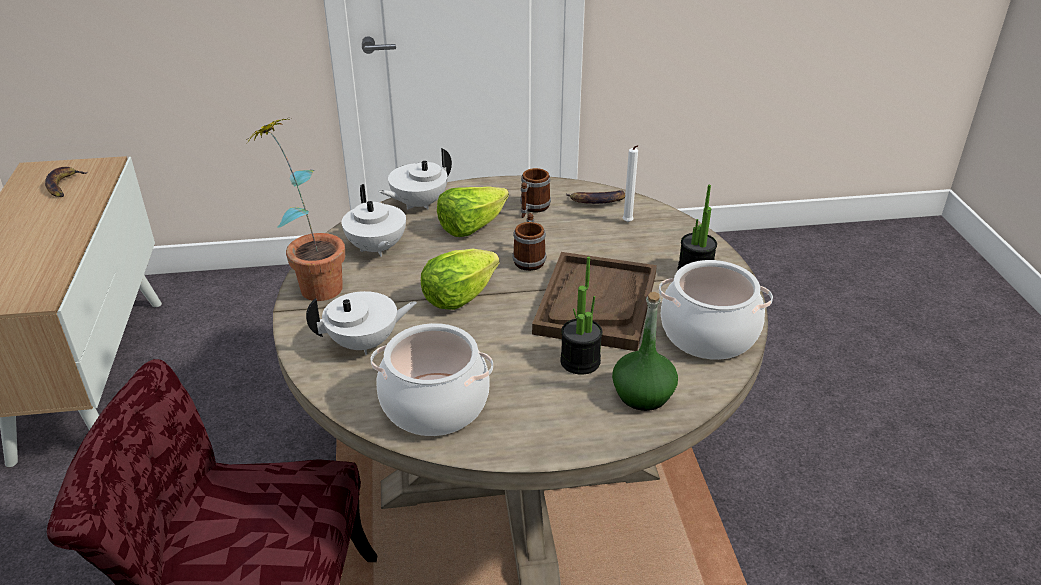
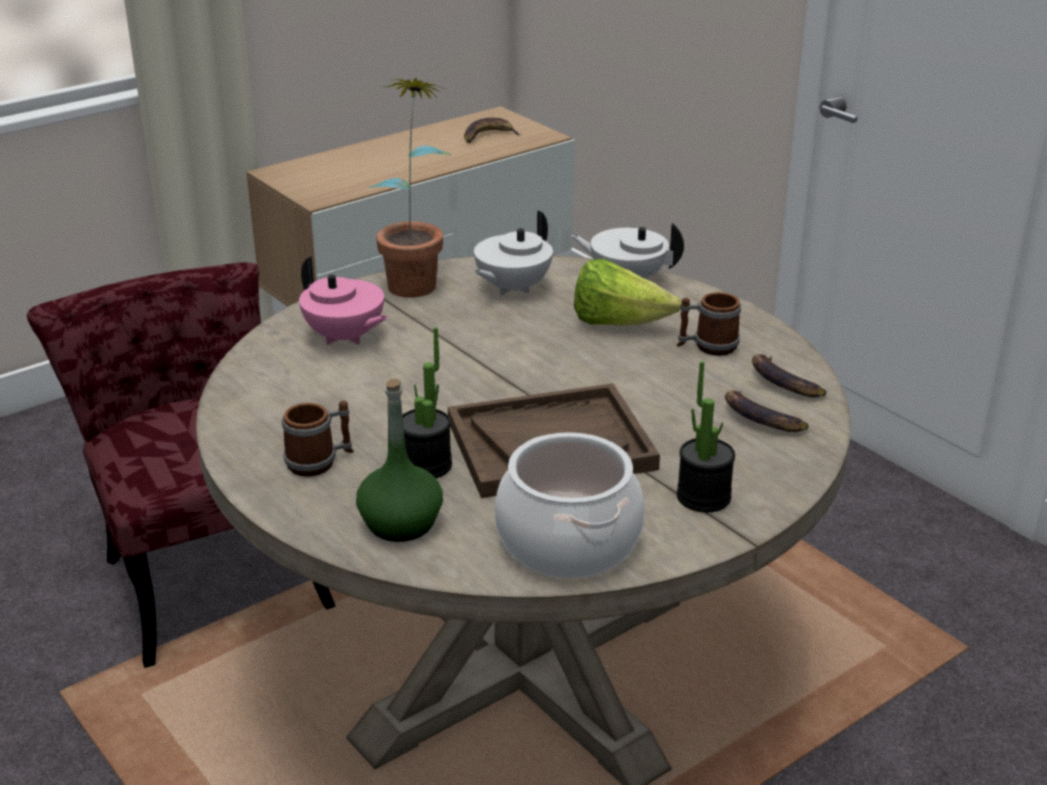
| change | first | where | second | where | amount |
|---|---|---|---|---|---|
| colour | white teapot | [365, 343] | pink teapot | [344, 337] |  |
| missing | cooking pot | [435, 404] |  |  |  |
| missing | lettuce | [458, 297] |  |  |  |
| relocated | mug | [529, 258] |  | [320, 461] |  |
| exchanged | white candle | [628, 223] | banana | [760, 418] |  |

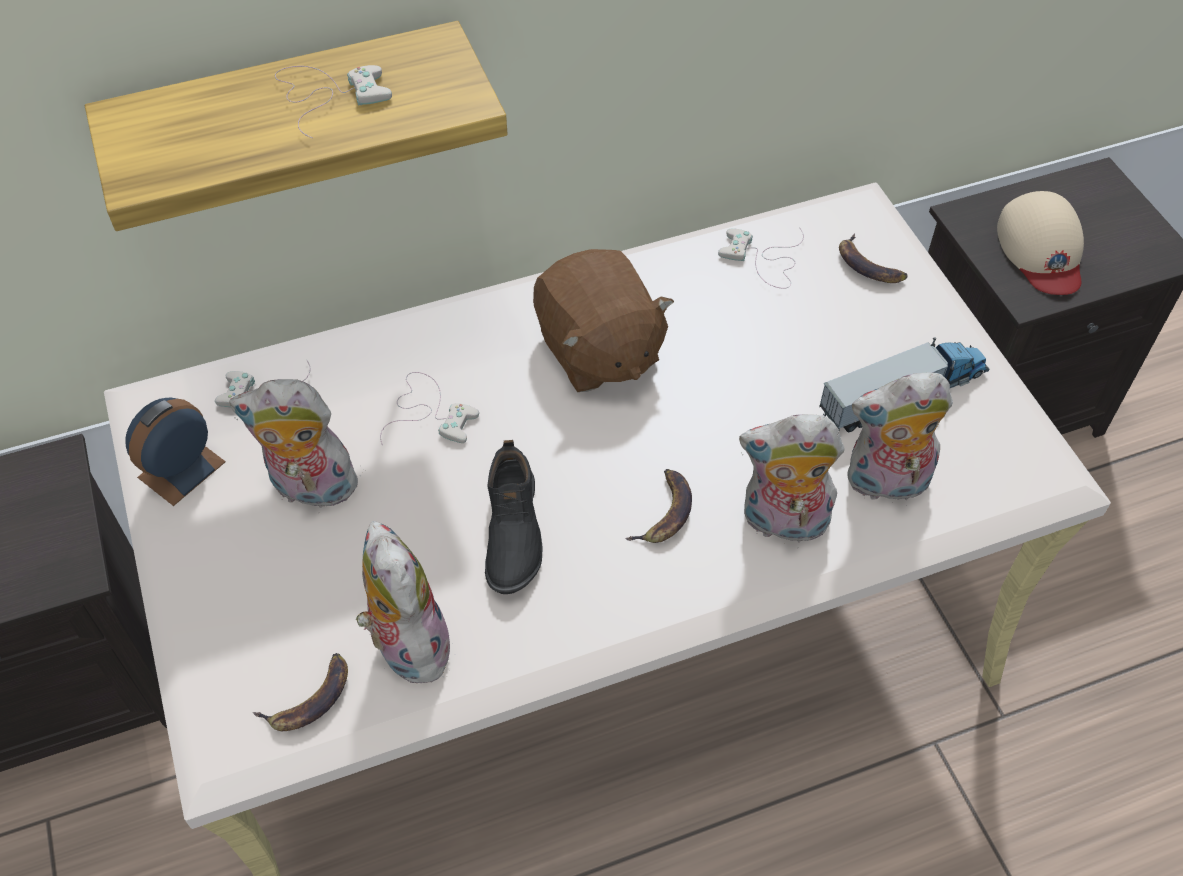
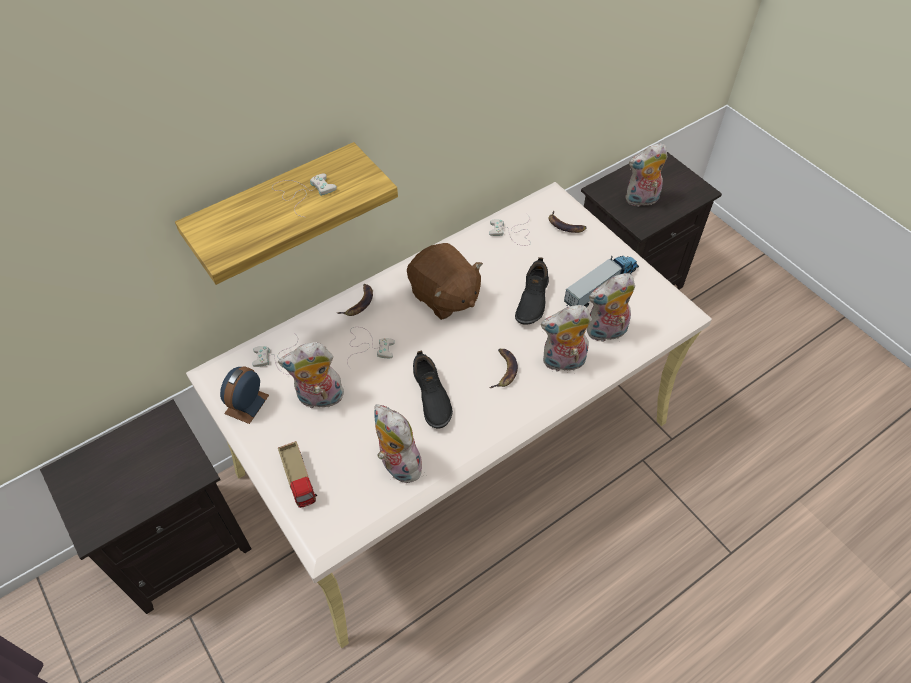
| change | first | where | second | where | amount |
|---|---|---|---|---|---|
| relocated | banana | [310, 698] |  | [359, 303] |  |
| exchanged | beige cap | [1041, 250] | plush toy | [641, 200] |  |
| appeared |  |  | toy truck | [300, 480] |  |
| appeared |  |  | black shoe | [531, 300] |  |

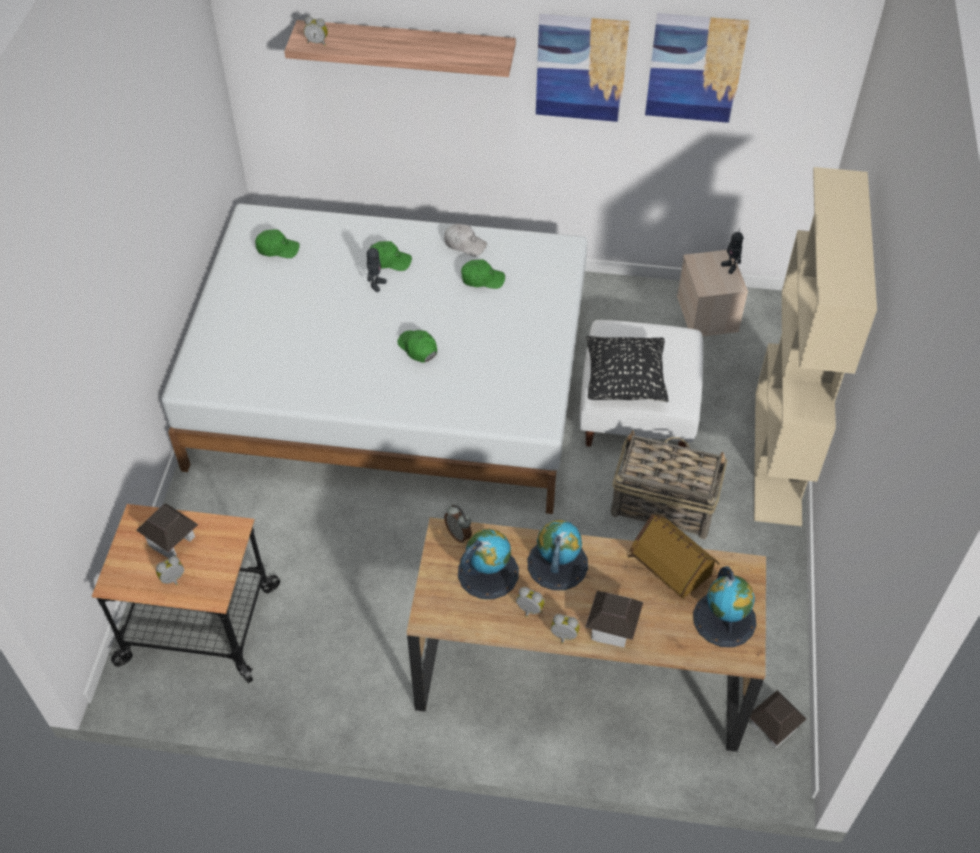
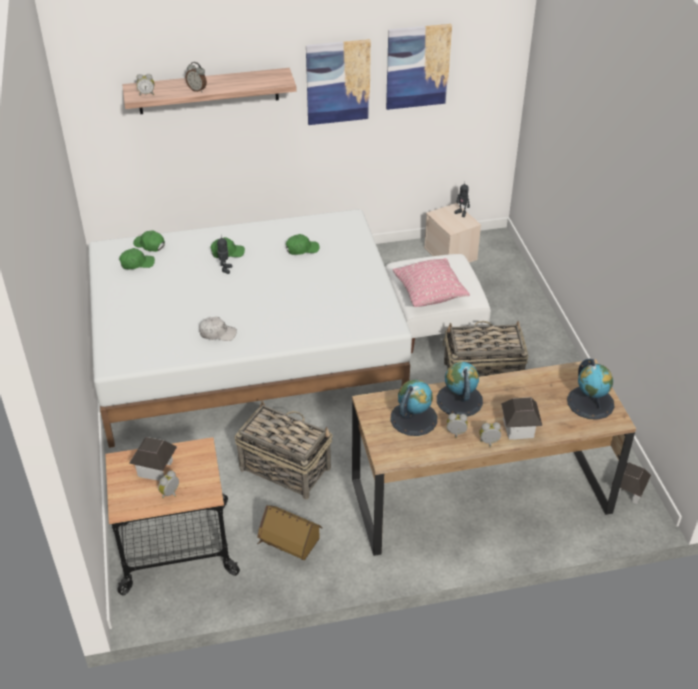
| change | first | where | second | where | amount |
|---|---|---|---|---|---|
| relocated | green cap | [417, 348] |  | [149, 245] |  |
| relocated | white cap | [465, 244] |  | [217, 333] |  |
| relocated | alarm clock | [459, 534] |  | [197, 89] |  |
| colour | black pillow | [624, 383] | pink pillow | [429, 295] |  |
| relocated | toy house | [669, 573] |  | [290, 546] |  |
| missing | beige bookcase | [778, 457] |  |  |  |
| appeared |  |  | basket | [284, 468] |  |

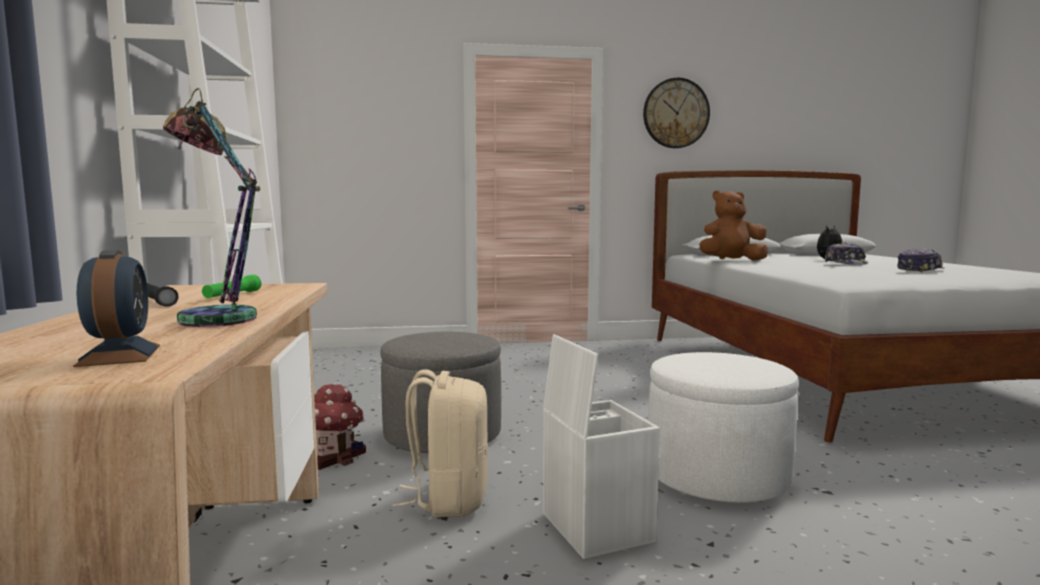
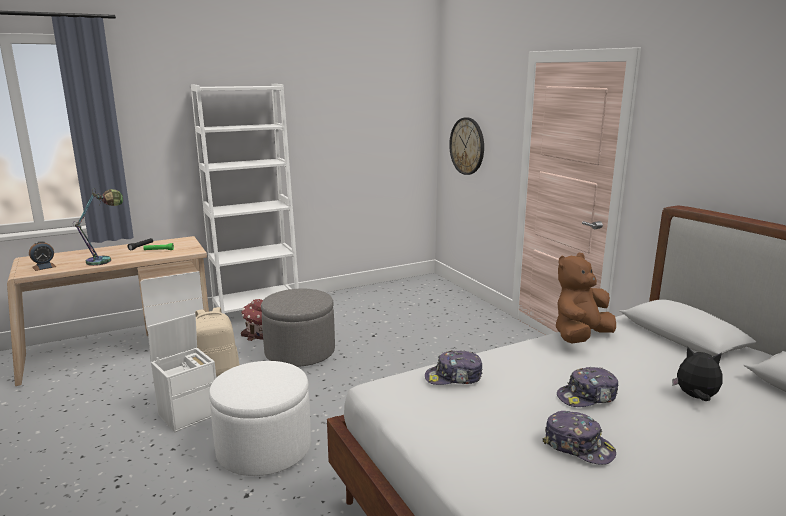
| change | first | where | second | where | amount |
|---|---|---|---|---|---|
| relocated | wall clock | [676, 113] |  | [467, 146] |  |
| spun | brown plush toy | [731, 260] |  | [580, 337] | 105 degrees counterclockwise |
| appeared |  |  | cap | [454, 377] |  |

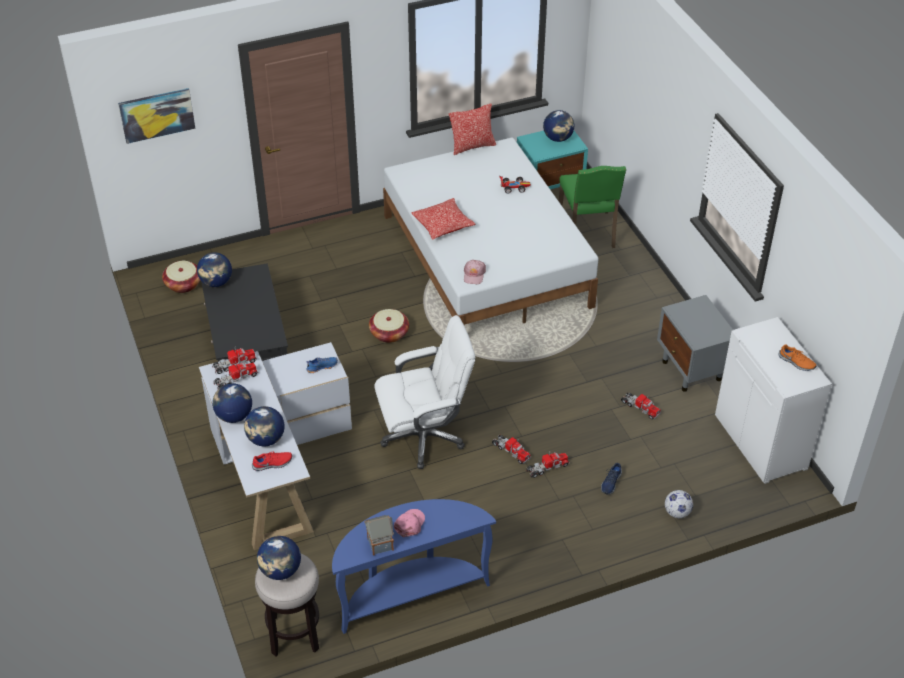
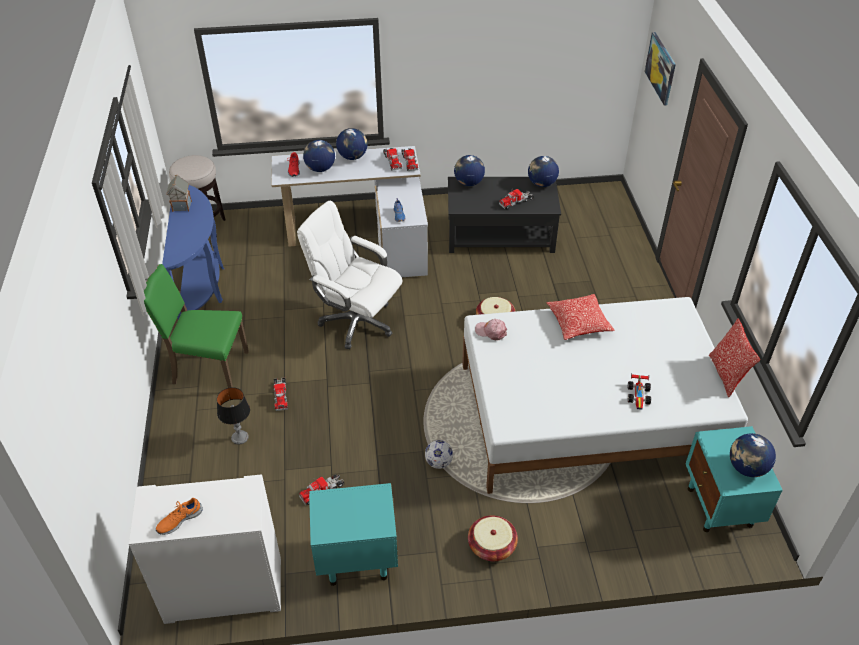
| change | first | where | second | where | amount |
|---|---|---|---|---|---|
| relocated | basket | [183, 284] |  | [491, 546] |  |
| relocated | globe | [280, 571] |  | [468, 183] |  |
| spun | white office chair | [424, 436] |  | [356, 322] | 120 degrees clockwise |
| missing | pink cap | [410, 524] |  |  |  |
| relocated | toy truck | [511, 451] |  | [516, 202] |  |
| relocated | green chair | [588, 232] |  | [208, 368] |  |
| exchanged | blue shoe | [610, 482] | table lamp | [240, 438] |  |
| colour | grey nightstand | [692, 371] | turquoise nightstand | [356, 559] |  |
| relocated | football | [677, 513] |  | [438, 463] |  |

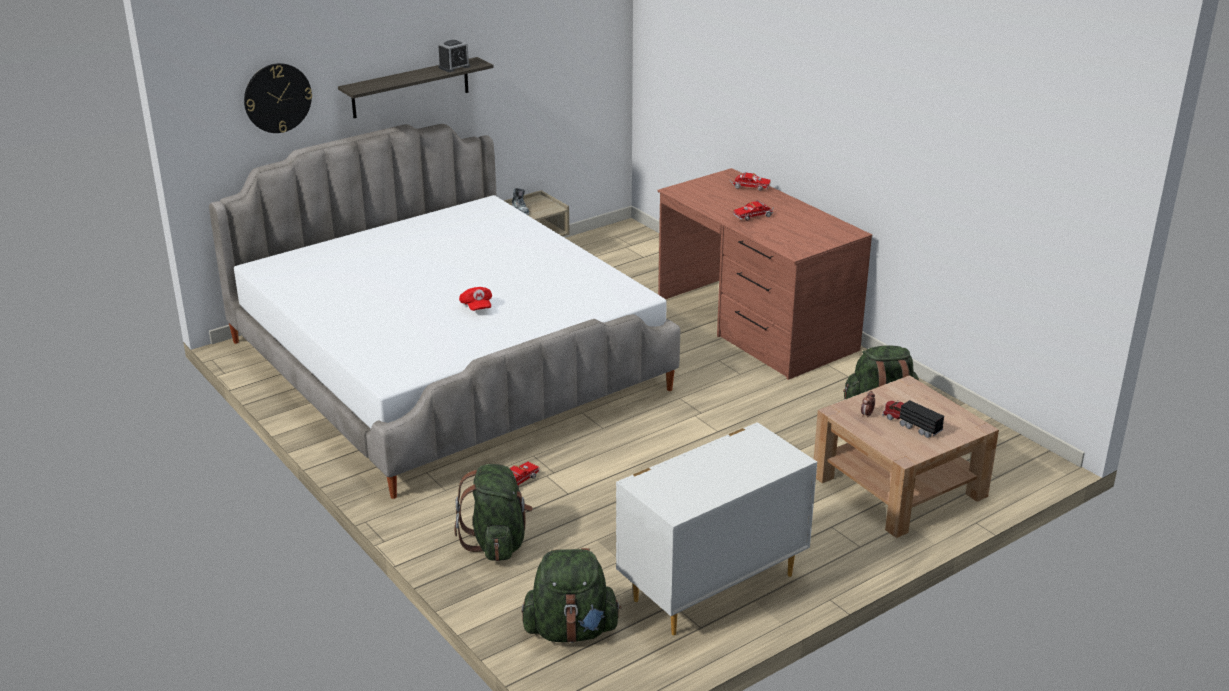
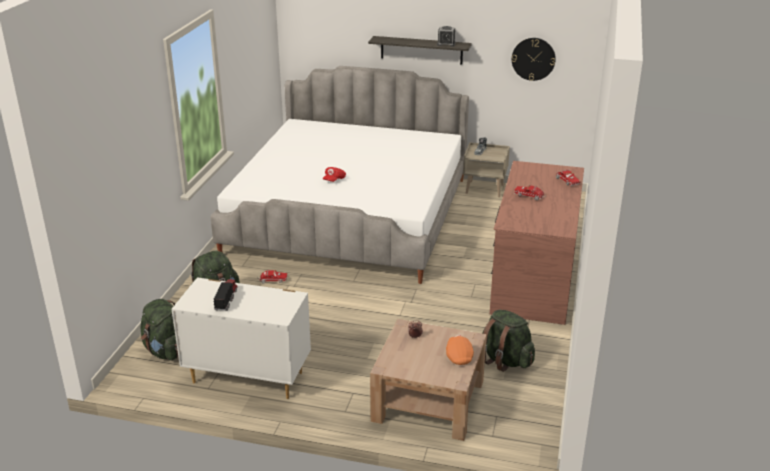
| change | first | where | second | where | amount |
|---|---|---|---|---|---|
| relocated | wall clock | [277, 98] |  | [533, 59] |  |
| relocated | toy truck | [911, 424] |  | [226, 299] |  |
| appeared |  |  | orange cap | [458, 356] |  |

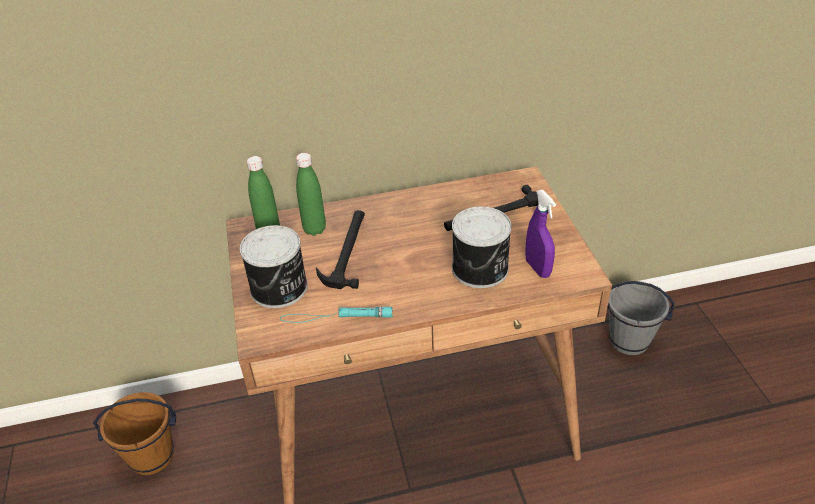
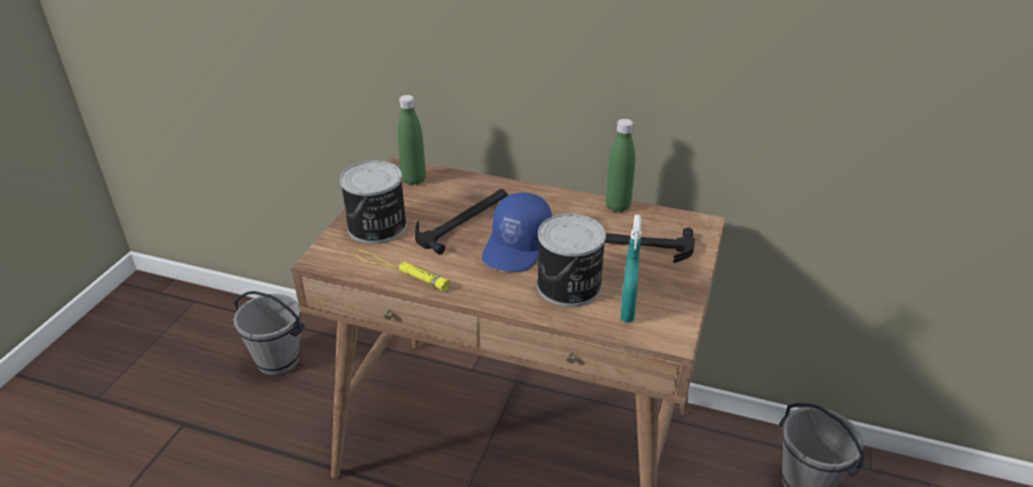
| change | first | where | second | where | amount |
|---|---|---|---|---|---|
| colour | brown bucket | [152, 456] | grey bucket | [279, 360] |  |
| colour | turquoise flashlight | [336, 317] | yellow flashlight | [398, 270] |  |
| relocated | green bottle | [314, 229] |  | [617, 206] |  |
| colour | purple spray bottle | [538, 268] | turquoise spray bottle | [627, 310] |  |
| appeared |  |  | blue cap | [518, 247] |  |

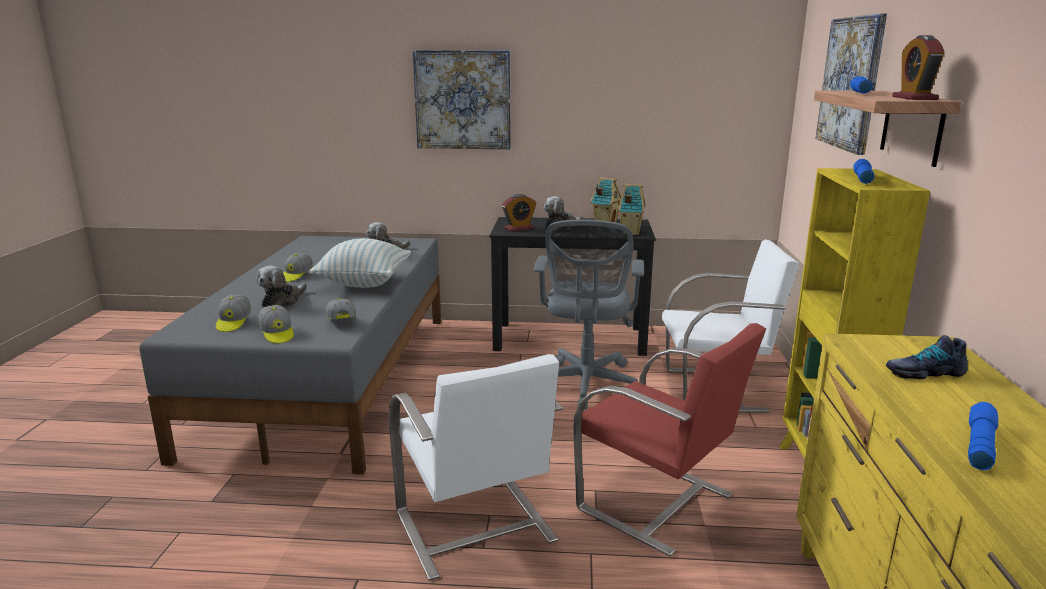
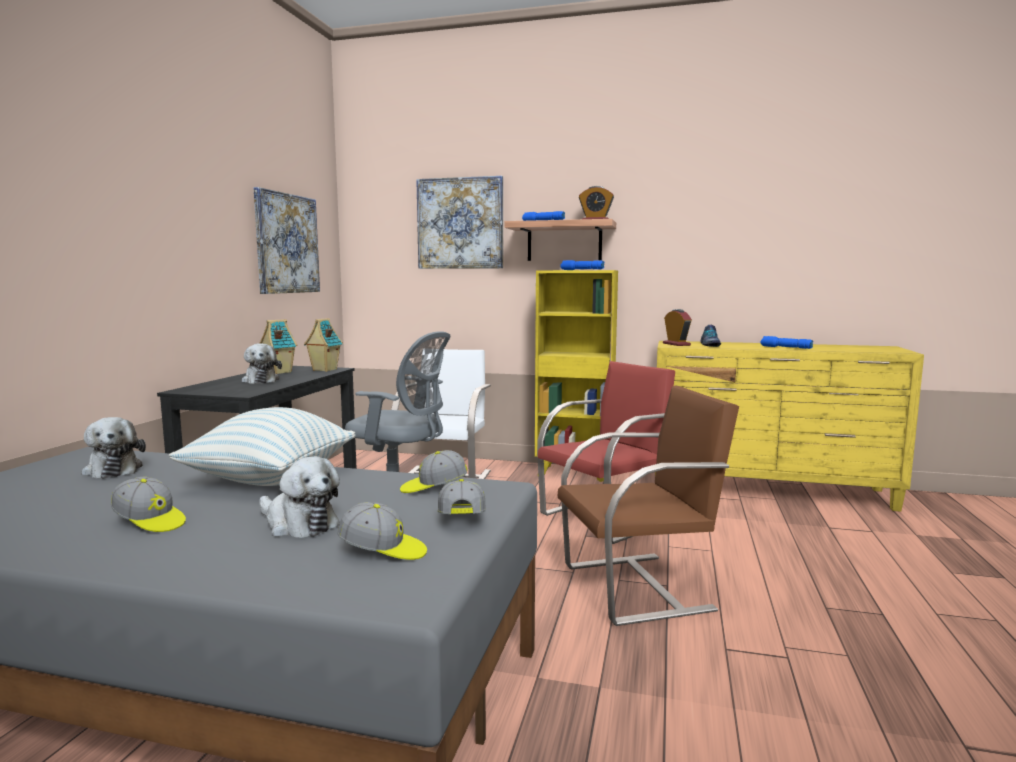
| change | first | where | second | where | amount |
|---|---|---|---|---|---|
| spun | cap | [277, 334] |  | [461, 518] | 75 degrees counterclockwise |
| colour | white chair | [475, 528] | brown chair | [639, 587] |  |
| relocated | picture | [463, 100] |  | [287, 243] |  |
| relocated | alarm clock | [519, 228] |  | [676, 344] |  |

